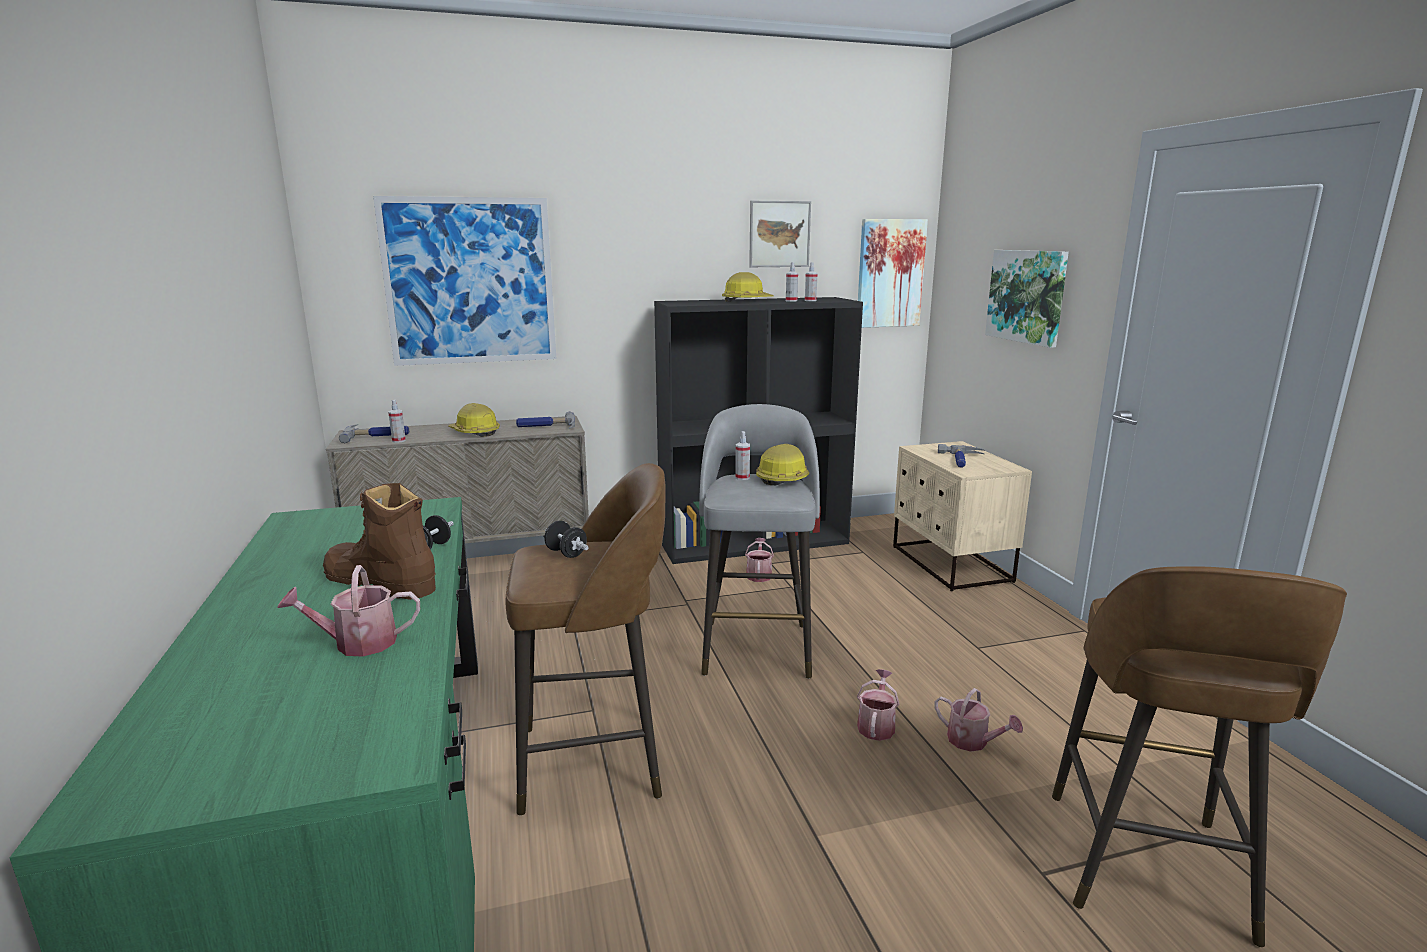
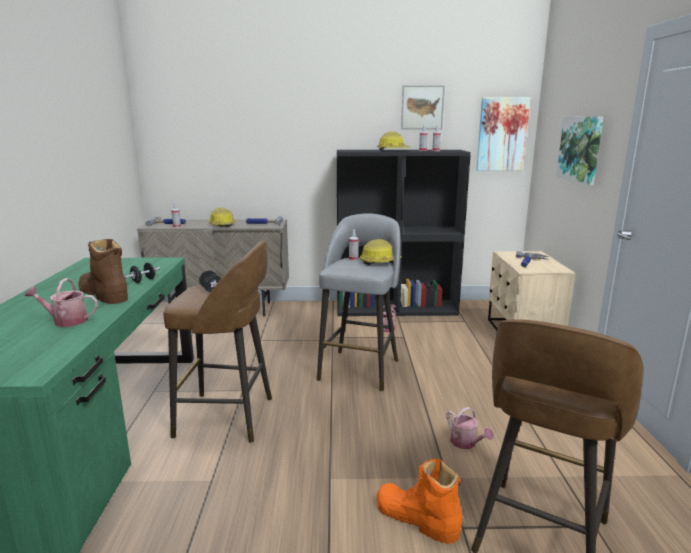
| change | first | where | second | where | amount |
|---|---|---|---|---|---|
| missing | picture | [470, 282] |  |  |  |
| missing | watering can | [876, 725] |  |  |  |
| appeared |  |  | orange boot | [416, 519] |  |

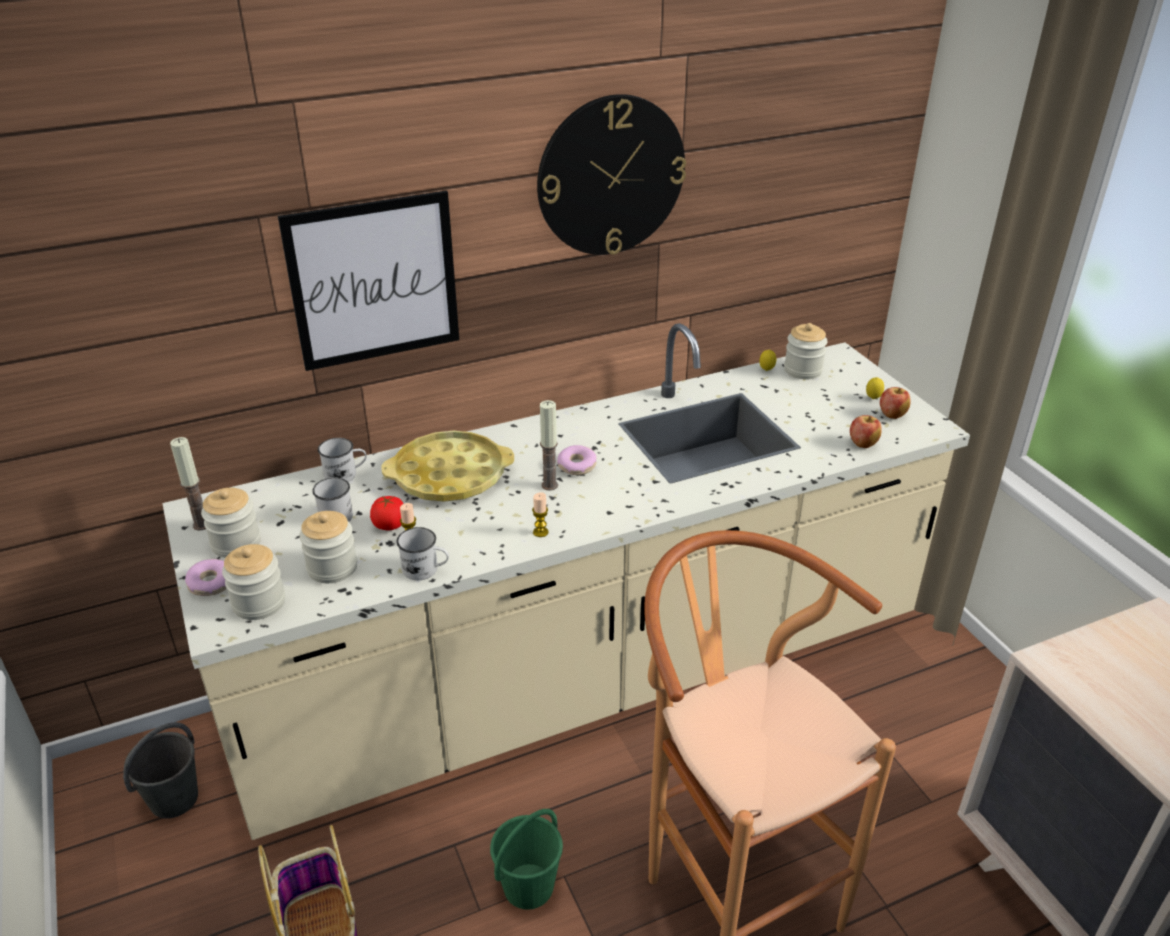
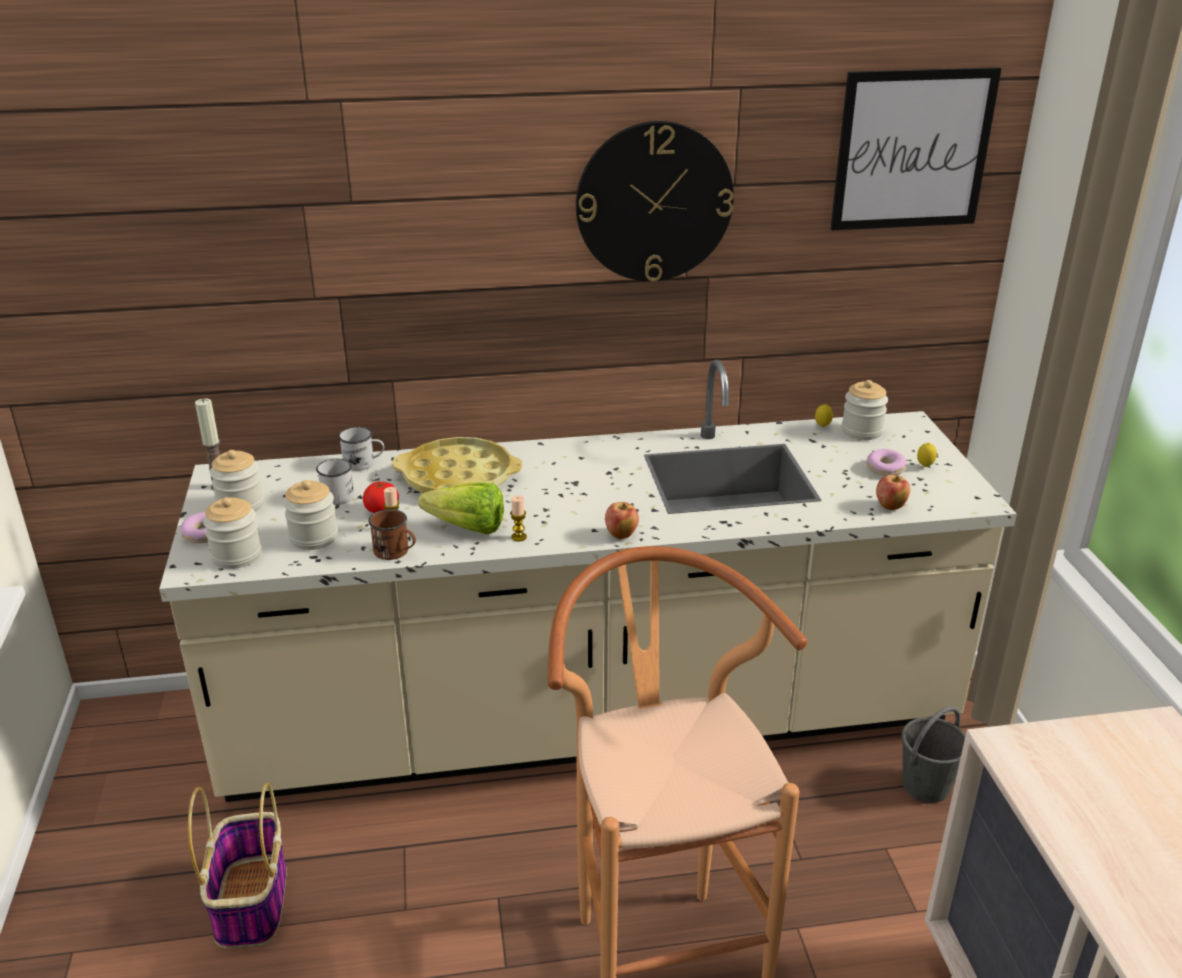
| change | first | where | second | where | amount |
|---|---|---|---|---|---|
| relocated | grey bucket | [175, 798] |  | [926, 785] |  |
| relocated | picture | [374, 281] |  | [912, 150] |  |
| colour | white mug | [426, 570] | brown mug | [396, 552] |  |
| missing | green bucket | [529, 886] |  |  |  |
| missing | candle | [549, 485] |  |  |  |
| relocated | donut | [576, 466] |  | [885, 468] |  |
| relocated | apple | [892, 415] |  | [621, 535] |  |
| appeared |  |  | lettuce | [461, 526] |  |

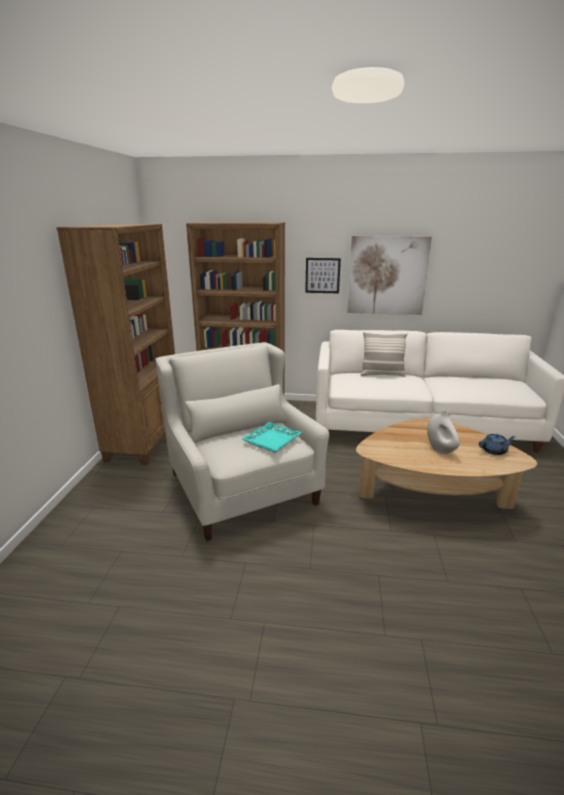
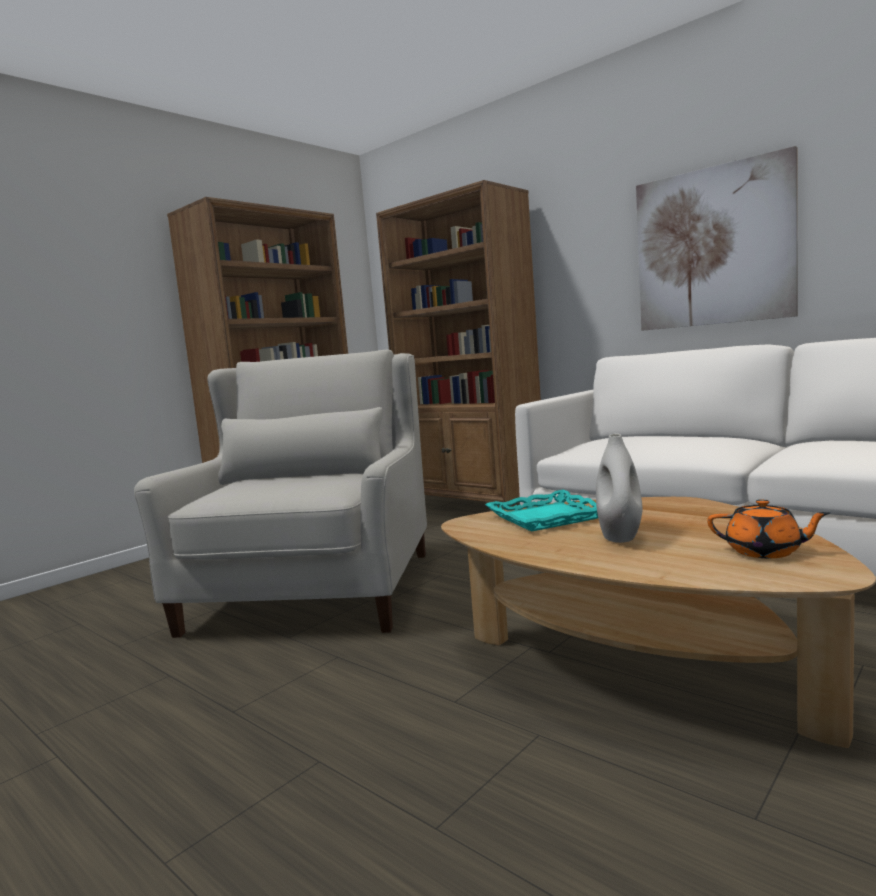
| change | first | where | second | where | amount |
|---|---|---|---|---|---|
| relocated | turquoise tray | [271, 440] |  | [546, 517] |  |
| missing | picture | [322, 275] |  |  |  |
| missing | pillow | [382, 374] |  |  |  |
| colour | blue teapot | [494, 451] | orange teapot | [765, 552] |  |

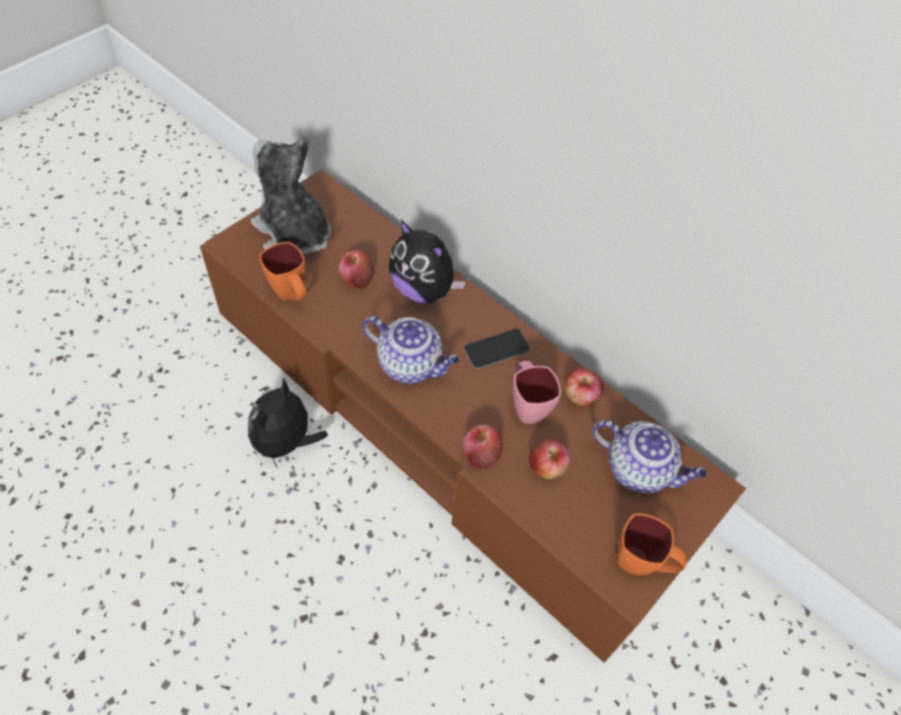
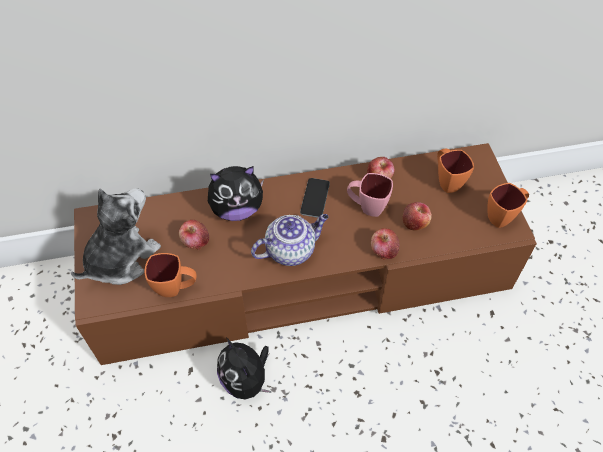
| change | first | where | second | where | amount |
|---|---|---|---|---|---|
| spun | plush toy | [293, 234] |  | [121, 258] | 135 degrees clockwise |
| exchanged | teapot | [639, 469] | orange mug | [446, 181] |  |

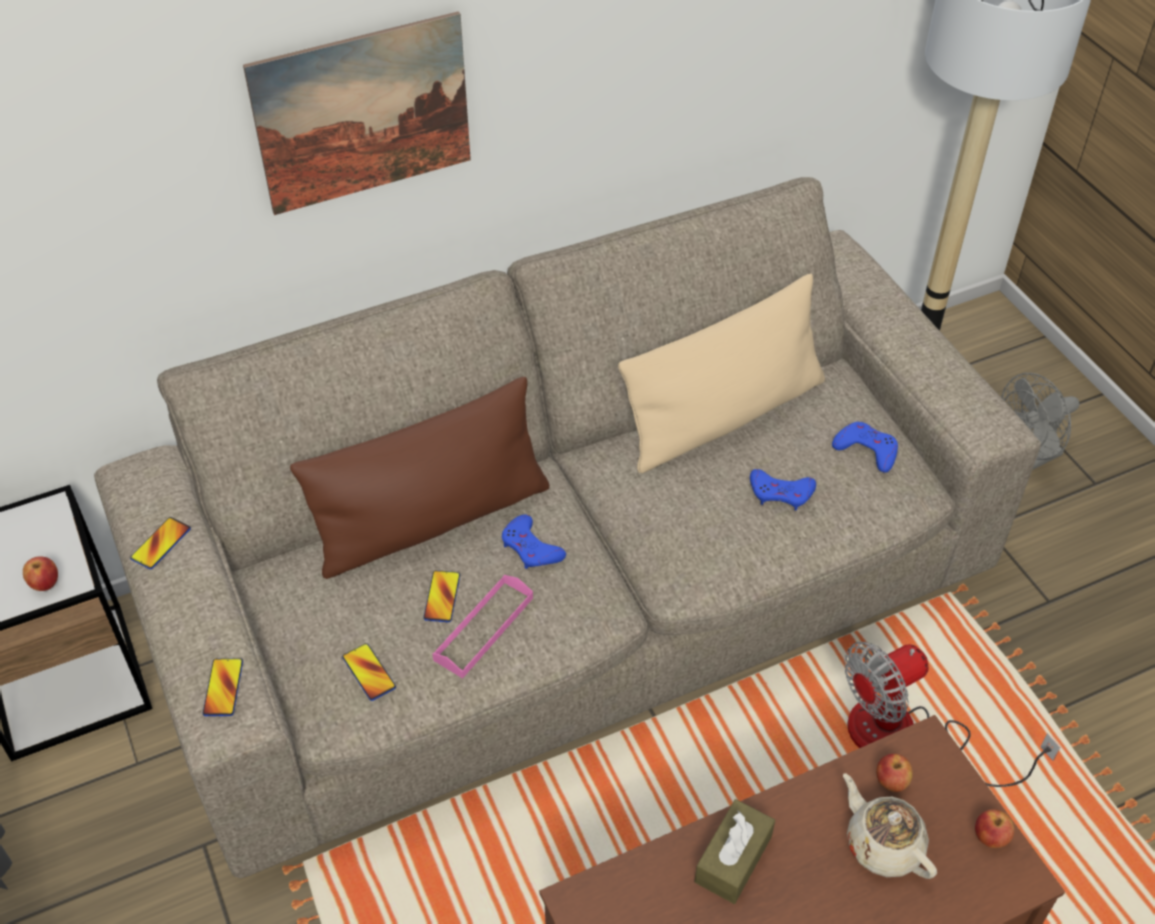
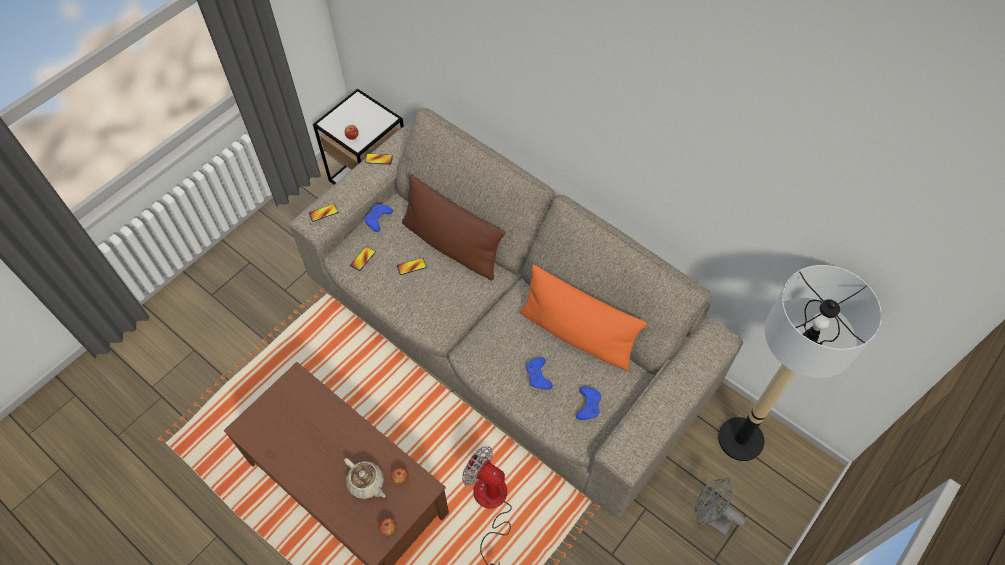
| change | first | where | second | where | amount |
|---|---|---|---|---|---|
| missing | picture | [363, 114] |  |  |  |
| missing | pink tray | [484, 628] |  |  |  |
| relocated | blue game controller | [531, 548] |  | [378, 219] |  |
| colour | beige pillow | [724, 416] | orange pillow | [577, 334] |  |
| missing | brown tissue box | [733, 859] |  |  |  |
| spun | beige teapot | [882, 844] |  | [366, 483] | 105 degrees clockwise |

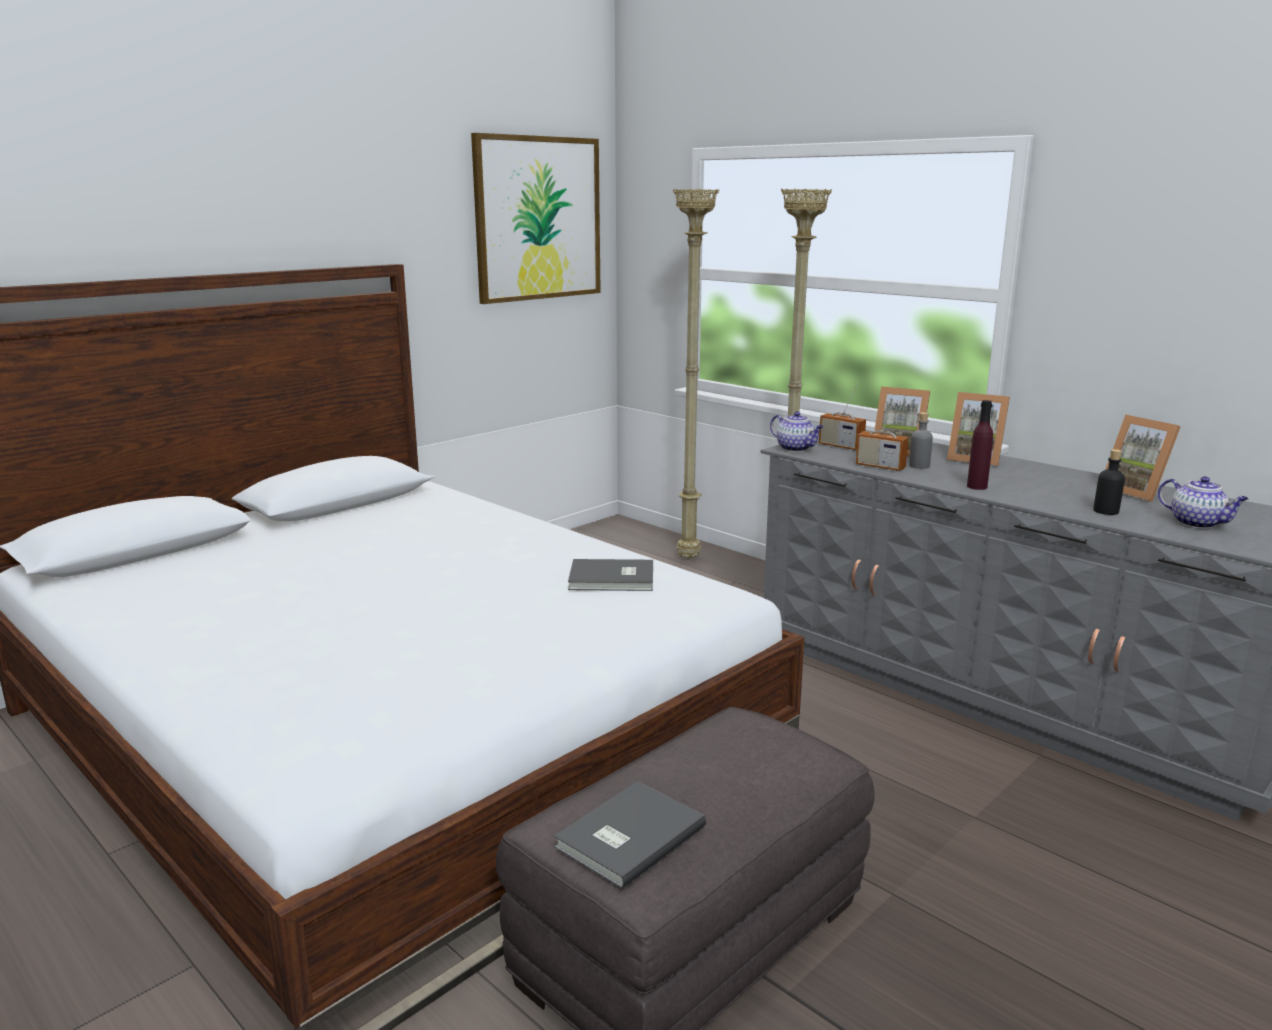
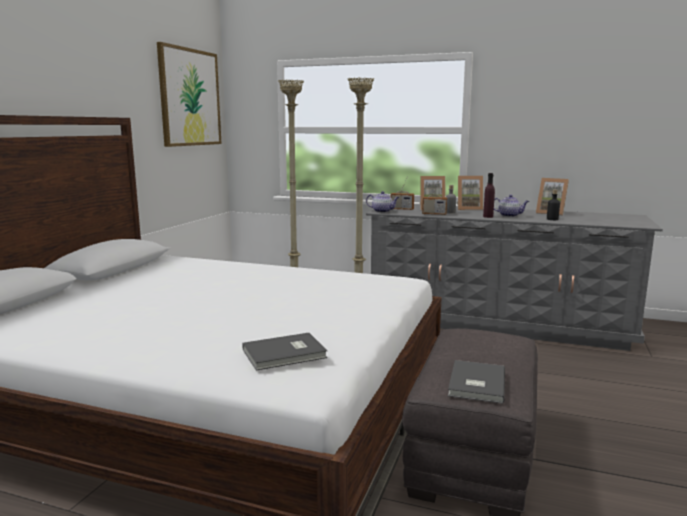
| change | first | where | second | where | amount |
|---|---|---|---|---|---|
| relocated | grey book | [613, 579] |  | [286, 354] |  |
| relocated | teapot | [1198, 523] |  | [509, 216] |  |

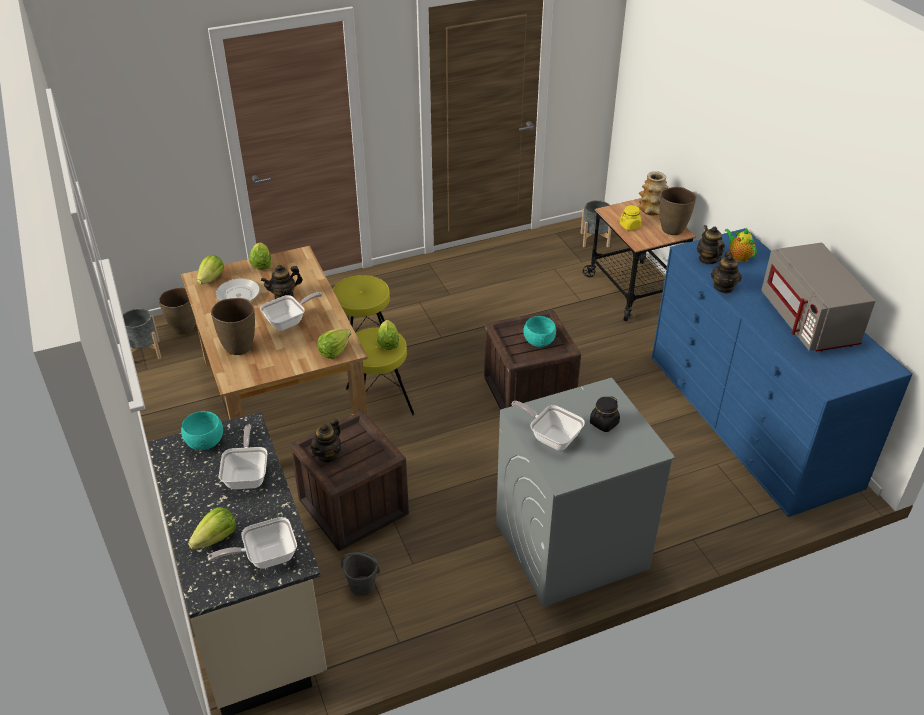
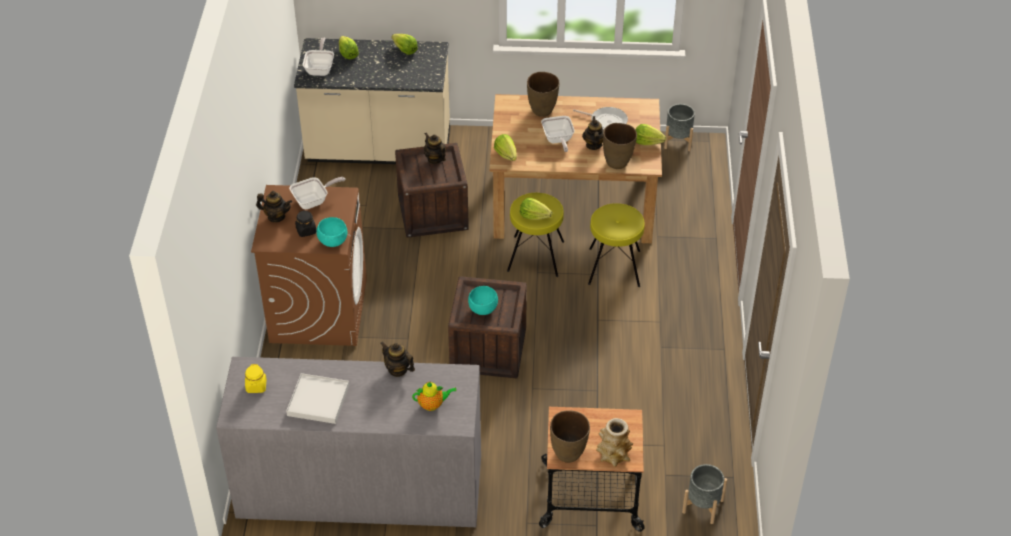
| change | first | where | second | where | amount |
|---|---|---|---|---|---|
| relocated | brown vase | [183, 328] |  | [617, 162] |  |
| relocated | turquoise bowl | [206, 443] |  | [332, 242] |  |
| relocated | lettuce | [211, 279] |  | [405, 50] |  |
| missing | frying pan | [247, 475] |  |  |  |
| missing | grey bucket | [362, 586] |  |  |  |
| colour | grey washing machine | [570, 546] | brown washing machine | [318, 309] |  |
| relocated | yellow jar | [630, 226] |  | [256, 386] |  |
| colour | blue dresser | [751, 419] | grey dresser | [360, 486] |  |
| relocated | teapot | [708, 259] |  | [276, 216] |  |
| exchanged | grey microwave | [809, 321] | white tray | [318, 400] |  |

